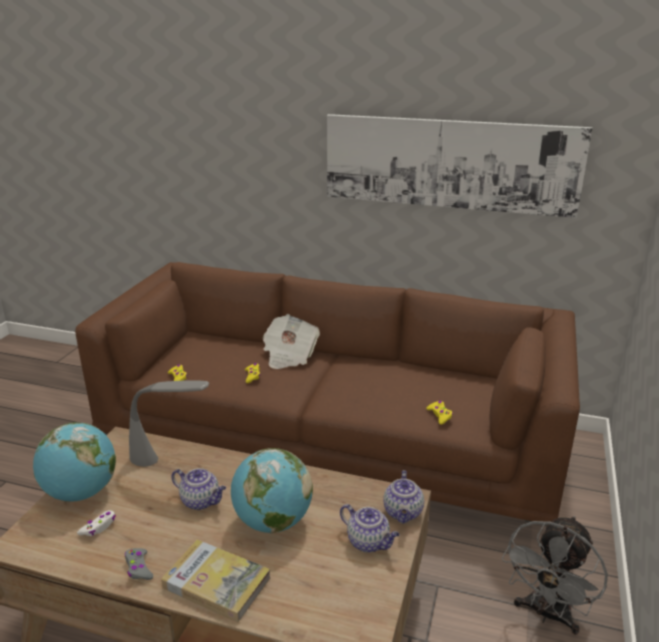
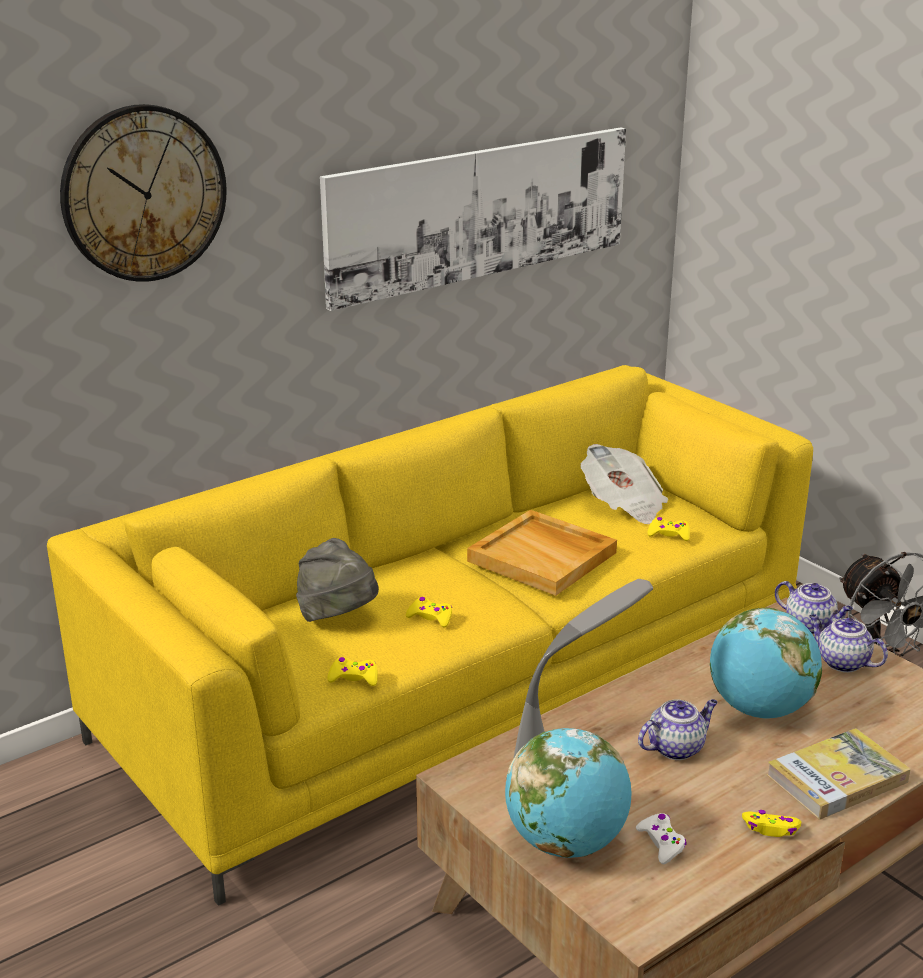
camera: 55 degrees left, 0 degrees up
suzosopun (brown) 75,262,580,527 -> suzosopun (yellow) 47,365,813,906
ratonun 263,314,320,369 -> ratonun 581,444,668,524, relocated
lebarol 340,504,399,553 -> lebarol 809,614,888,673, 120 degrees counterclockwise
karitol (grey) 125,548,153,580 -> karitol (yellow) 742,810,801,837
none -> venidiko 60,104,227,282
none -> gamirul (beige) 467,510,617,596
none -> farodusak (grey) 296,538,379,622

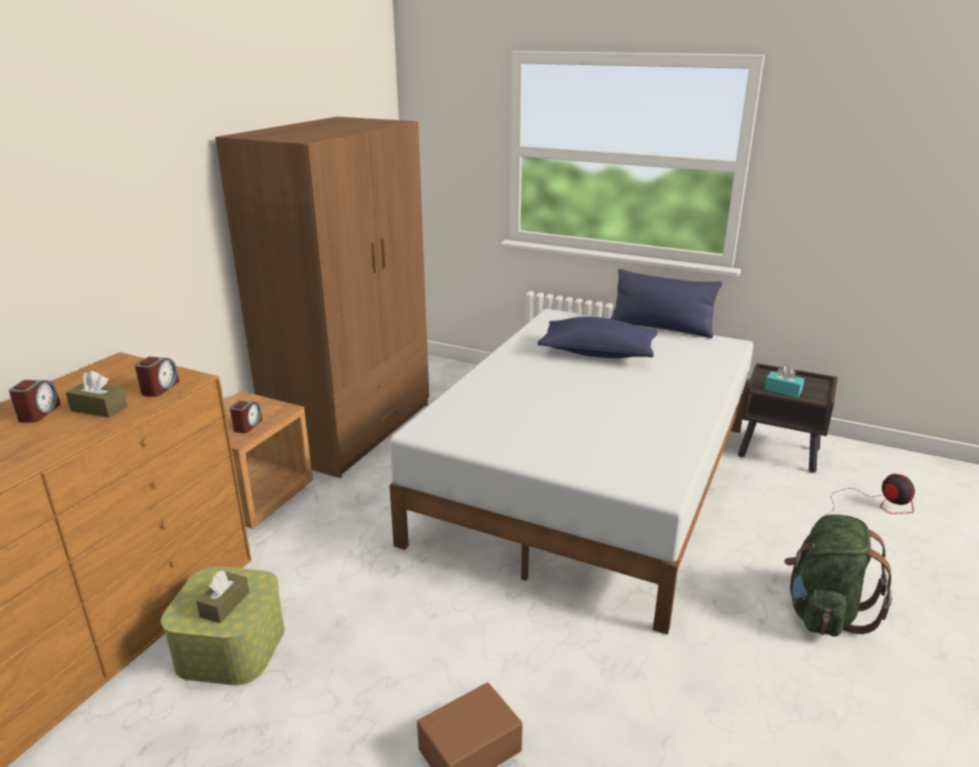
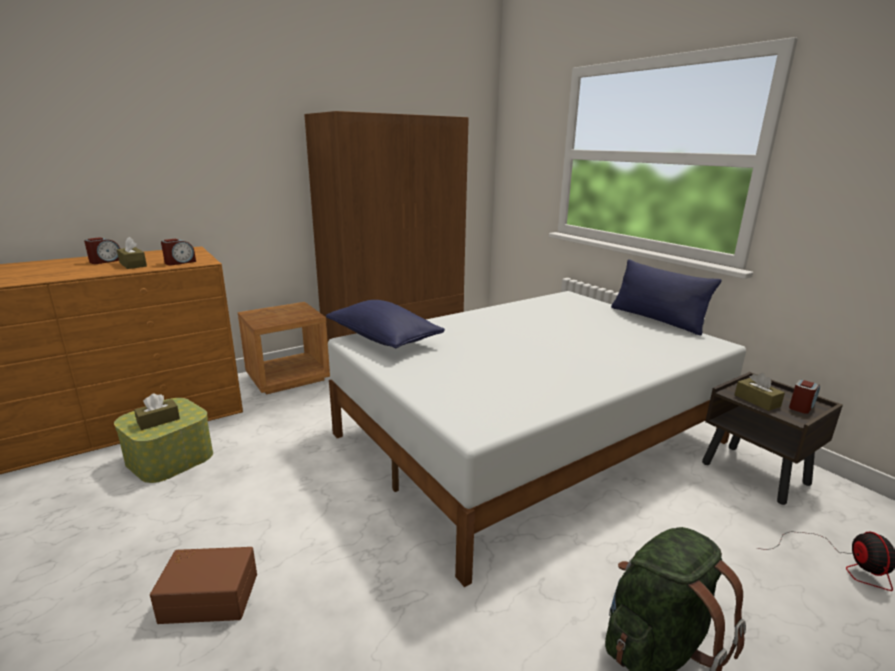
camera: 30 degrees right, 5 degrees down
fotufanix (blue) 538,317,658,358 -> fotufanix (blue) 326,300,445,349, relocated
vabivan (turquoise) 764,365,804,398 -> vabivan (brown) 735,373,785,411
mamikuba 230,400,262,433 -> mamikuba 789,379,820,414, relocated

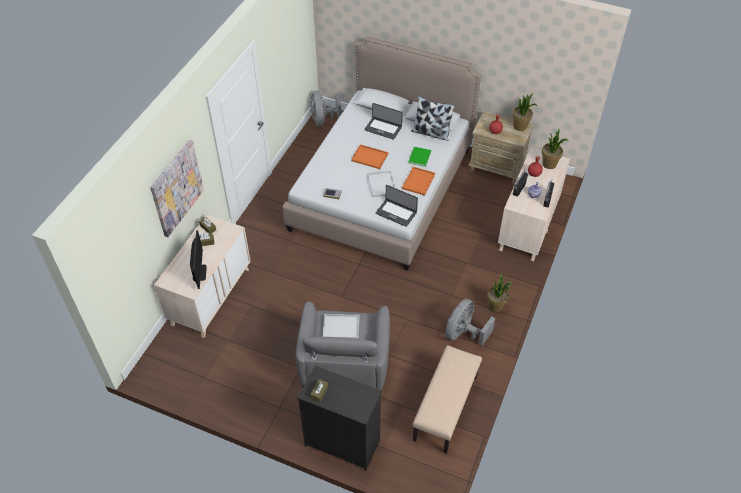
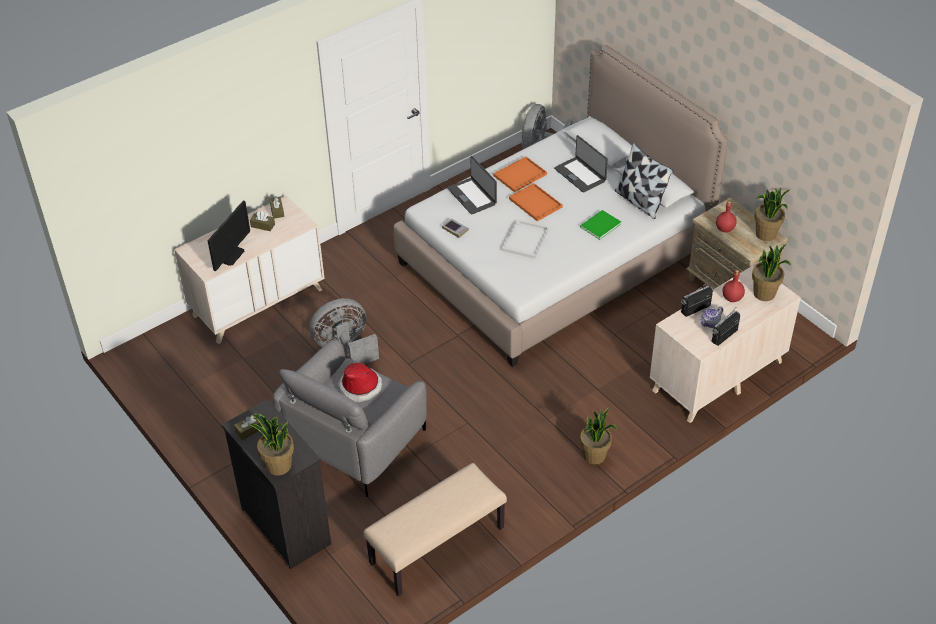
camera: 30 degrees right, 5 degrees down
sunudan 150,140,204,237 -> none
gamirul (orange) 402,167,435,196 -> gamirul (orange) 493,157,547,192, relocated
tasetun 375,185,418,227 -> tasetun 447,156,497,215, relocated
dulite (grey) 445,299,495,346 -> dulite (grey) 309,298,379,364, relocated
gamirul (white) 323,314,359,339 -> farodusak 338,363,382,402
none -> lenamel 247,414,294,476

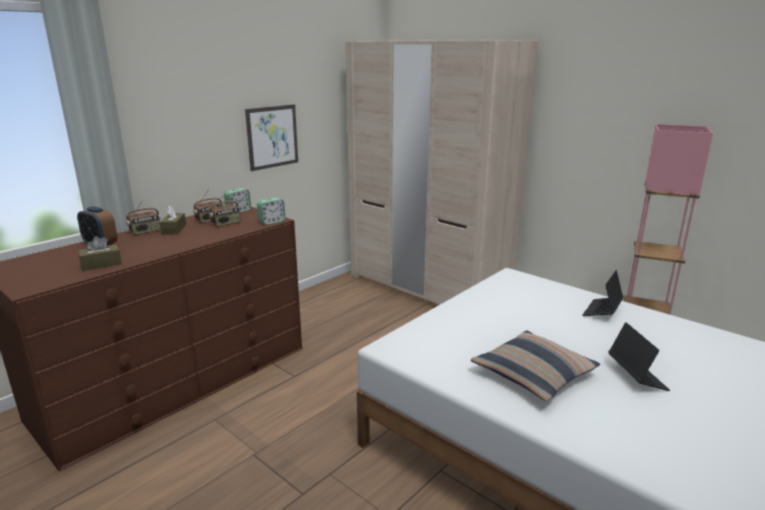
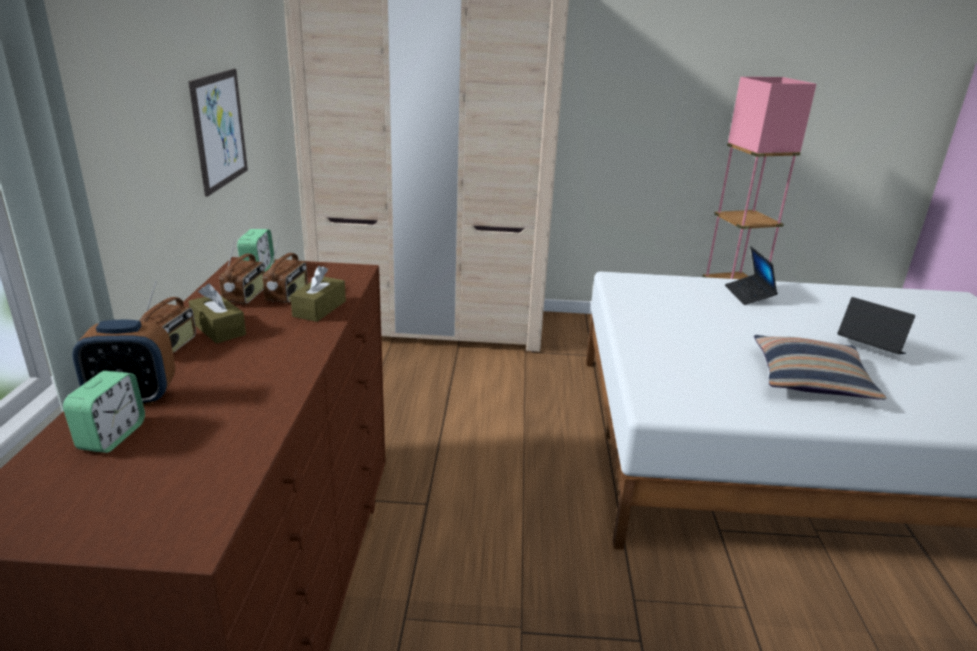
camera: 40 degrees left, 5 degrees up
mamikuba 257,198,285,225 -> mamikuba 63,371,145,453, relocated
vabivan (brown) 78,236,122,271 -> vabivan (brown) 290,266,346,322, relocated

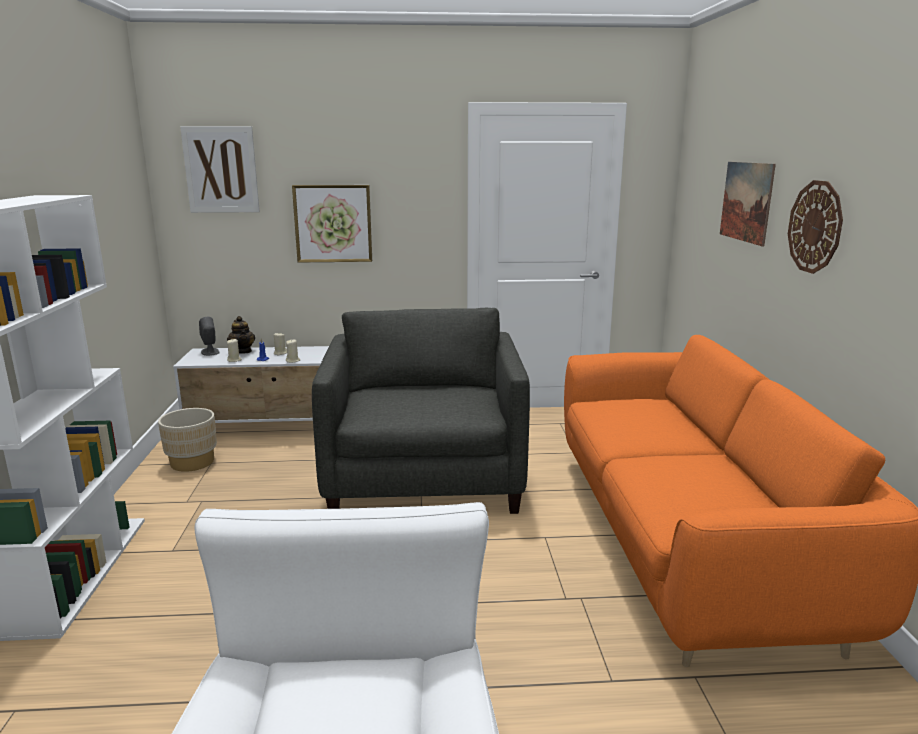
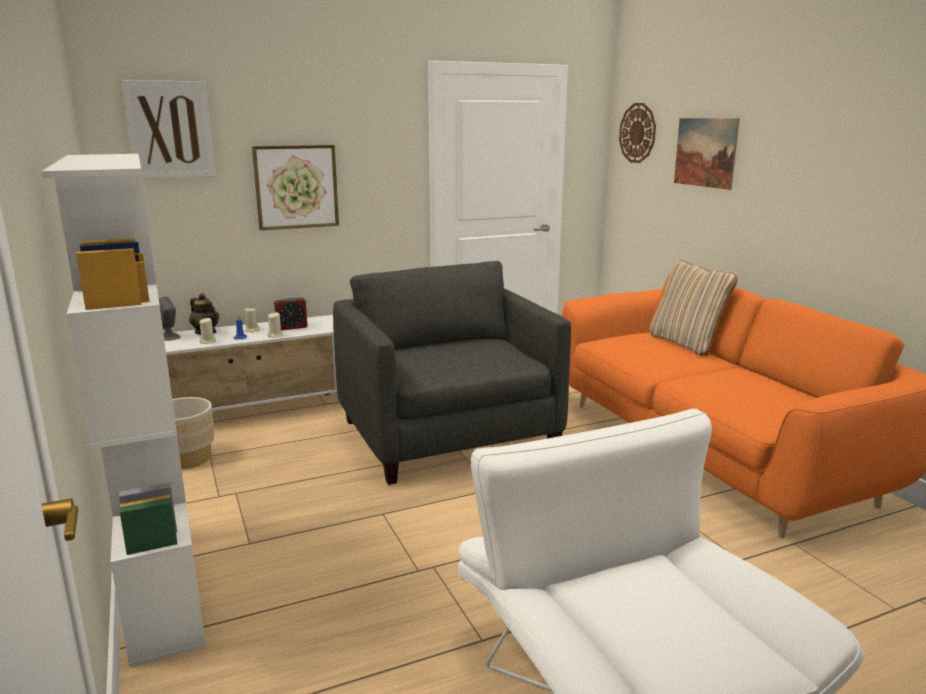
camera: 20 degrees left, 0 degrees up
venidiko 788,180,843,274 -> venidiko 619,103,656,163, relocated
none -> fotufanix (beige) 650,260,737,356
none -> mamikuba 274,296,307,330

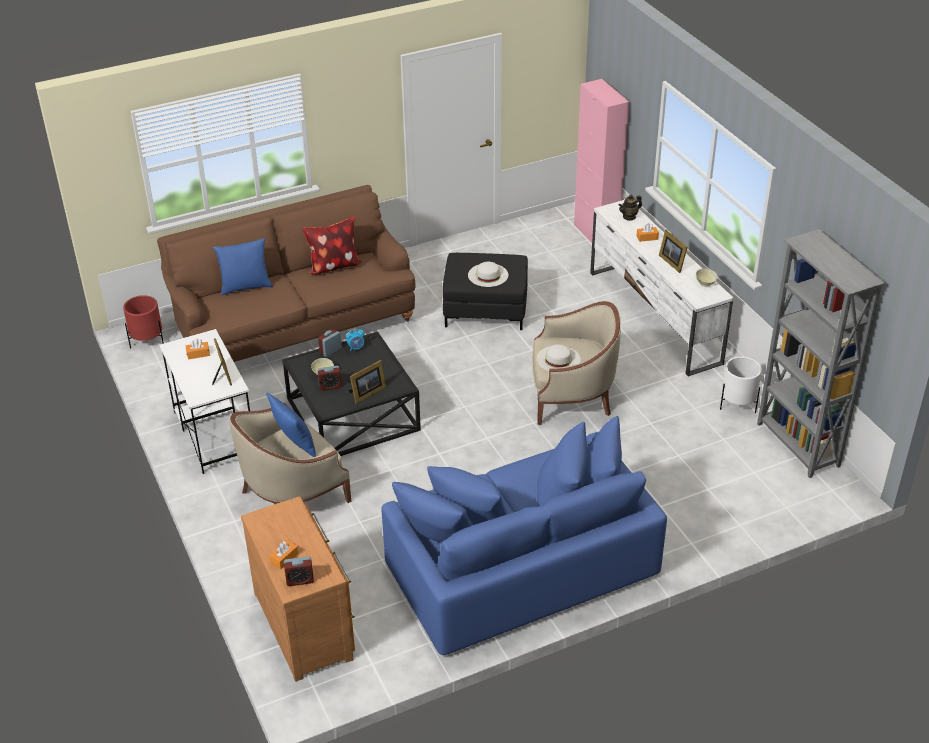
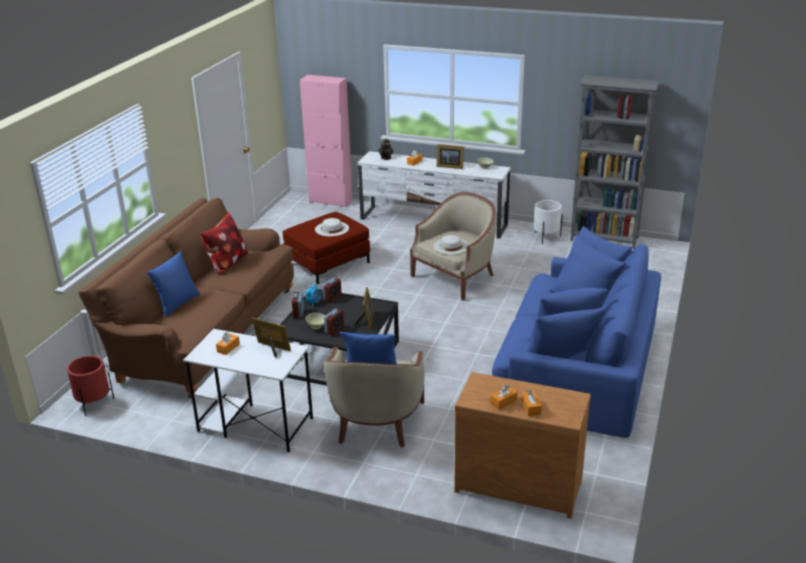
camera: 45 degrees left, 10 degrees down
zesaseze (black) 443,253,528,330 -> zesaseze (red) 283,212,370,284
mamikuba 284,556,314,586 -> mamikuba 322,278,342,303, relocated
none -> vabivan (orange) 490,385,517,410

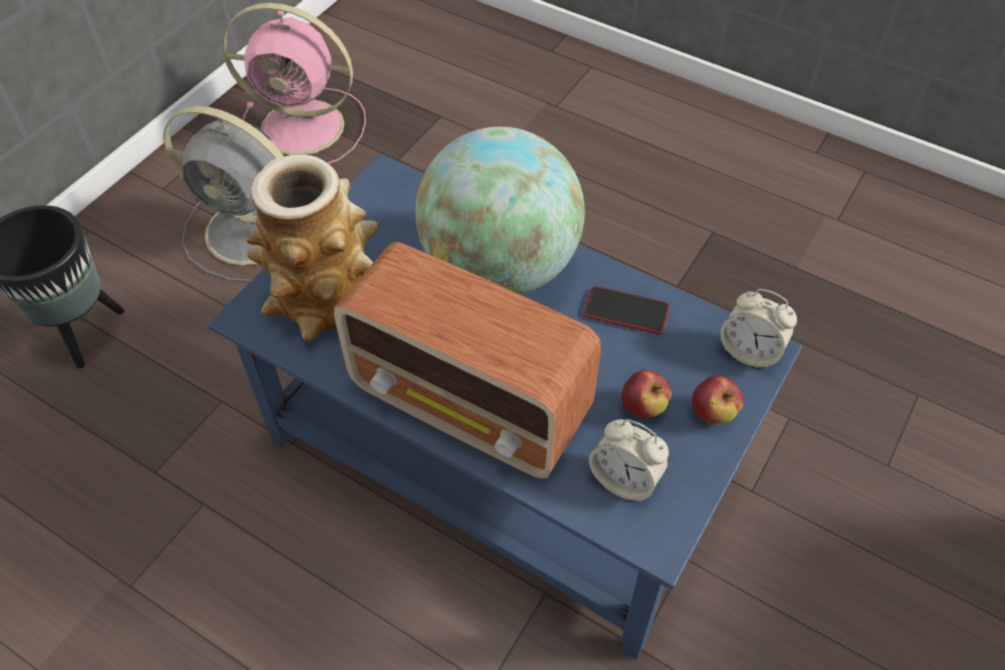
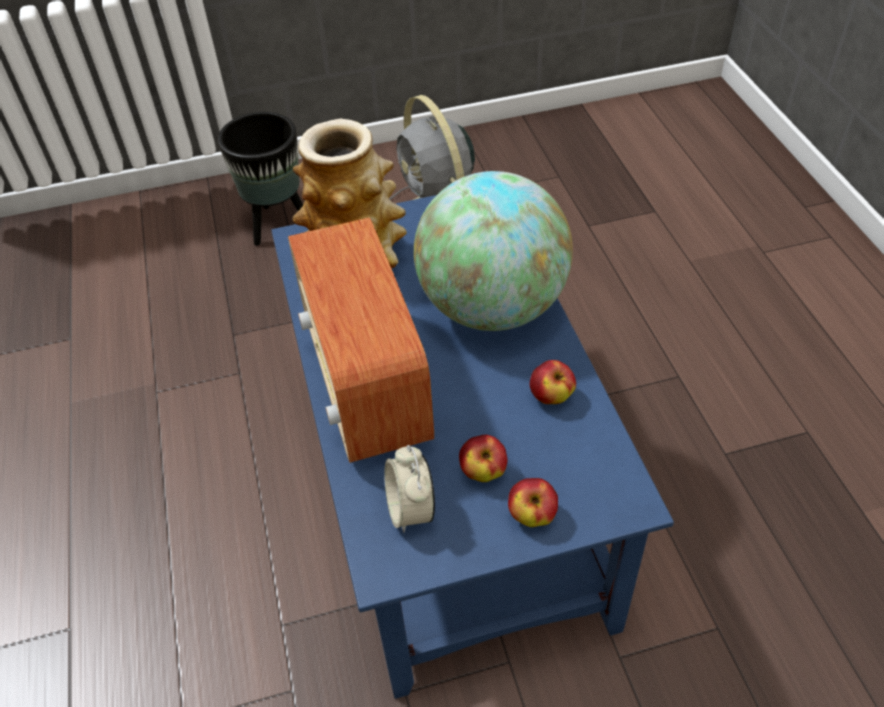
camera: 45 degrees right, 5 degrees down
dulite (pink) 222,3,366,164 -> none
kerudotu 583,286,670,334 -> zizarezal 530,360,576,404
mamikuba 720,289,797,369 -> none

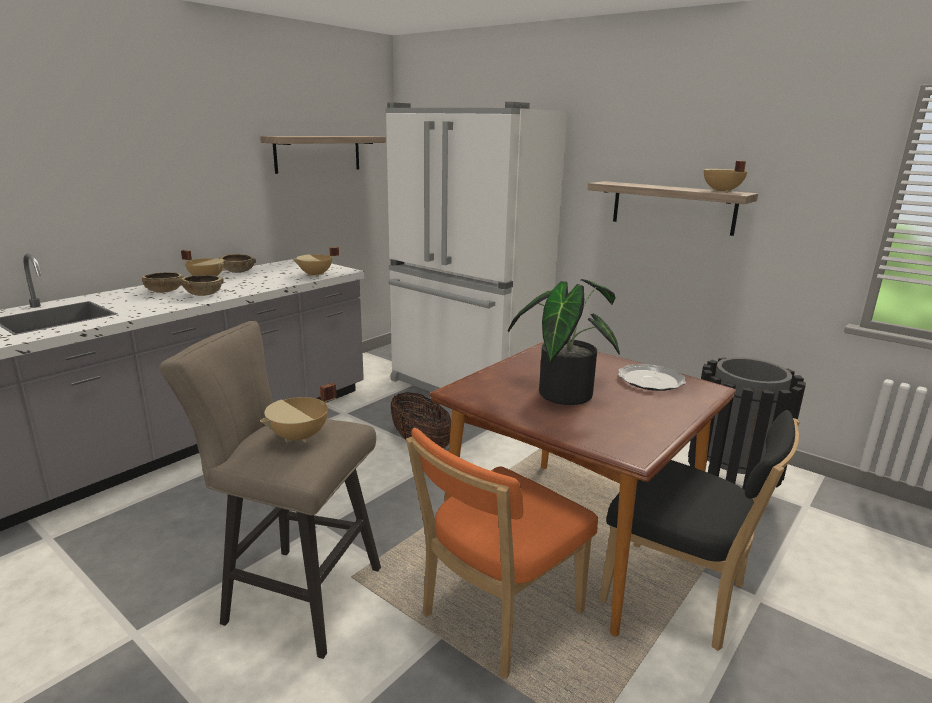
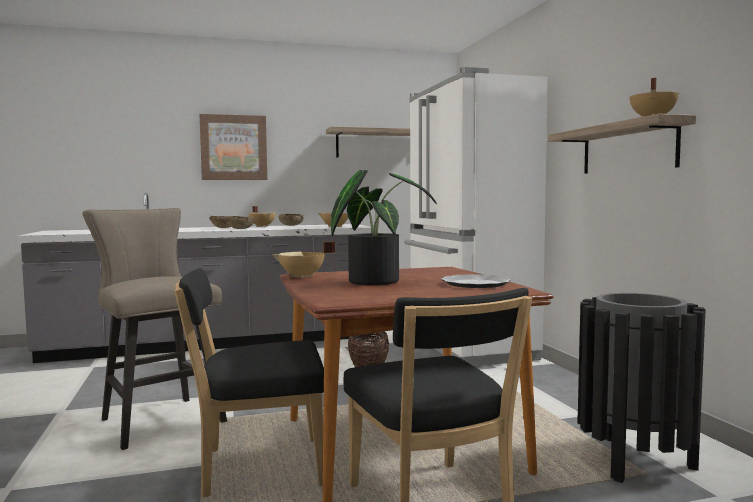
camera: 35 degrees right, 15 degrees down
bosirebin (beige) 260,383,337,443 -> bosirebin (beige) 272,242,335,278, relocated
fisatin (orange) 406,428,598,679 -> fisatin (black) 174,268,324,498
none -> sunudan 199,114,267,180

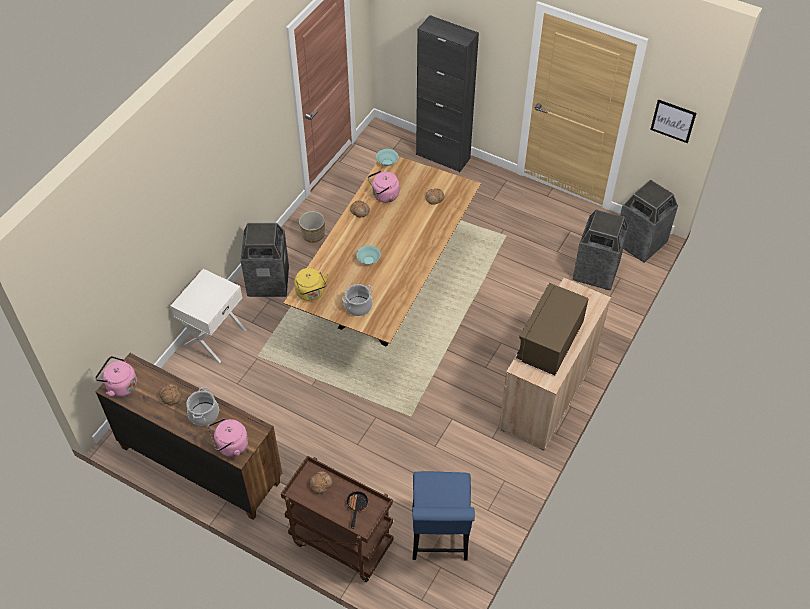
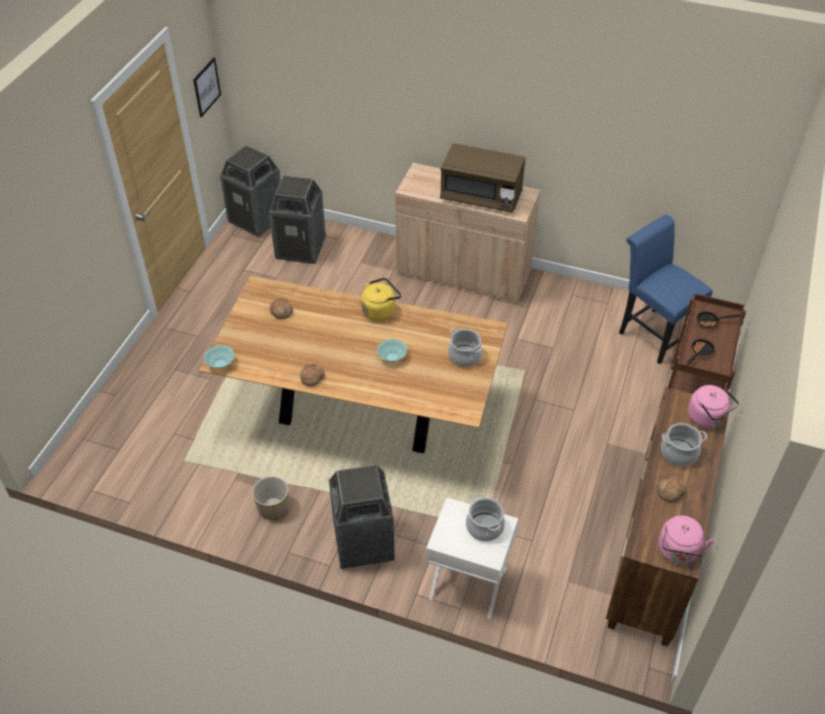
camera: 100 degrees left, 5 degrees down
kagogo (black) 416,15,479,172 -> none
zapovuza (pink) 368,170,399,203 -> none
zapovuza (yellow) 294,268,328,301 -> zapovuza (yellow) 361,278,401,321, relocated
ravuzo 310,471,333,494 -> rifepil 687,337,715,365
fisatin (blue) 412,471,475,560 -> fisatin (blue) 619,215,712,364, 120 degrees counterclockwise
none -> bosirebin 466,494,505,542

